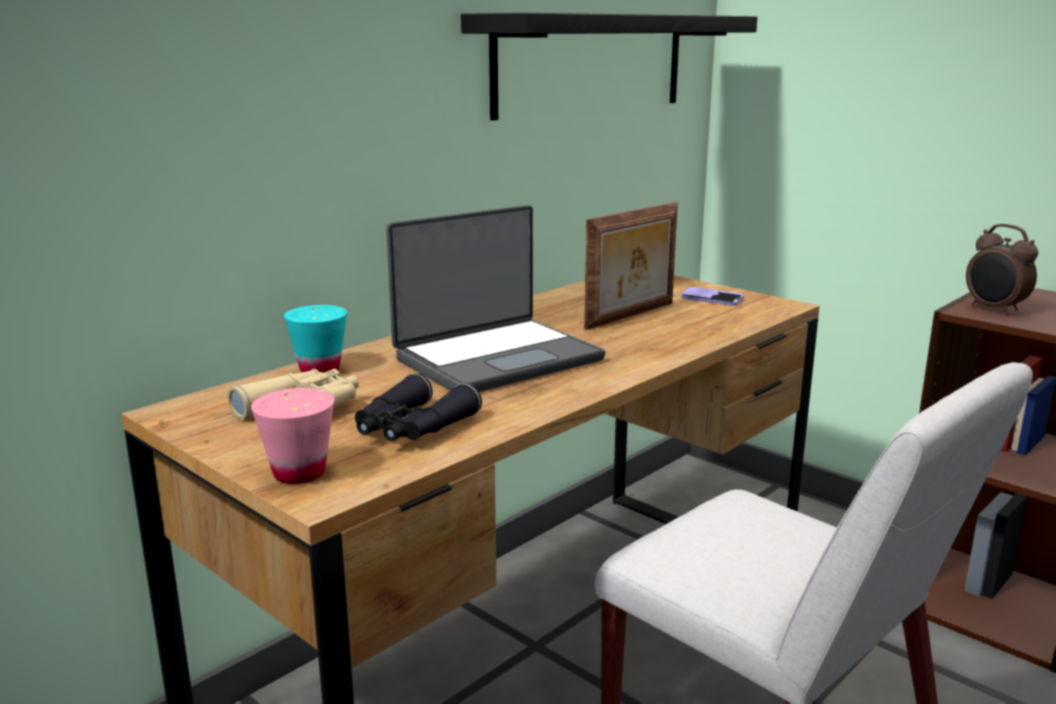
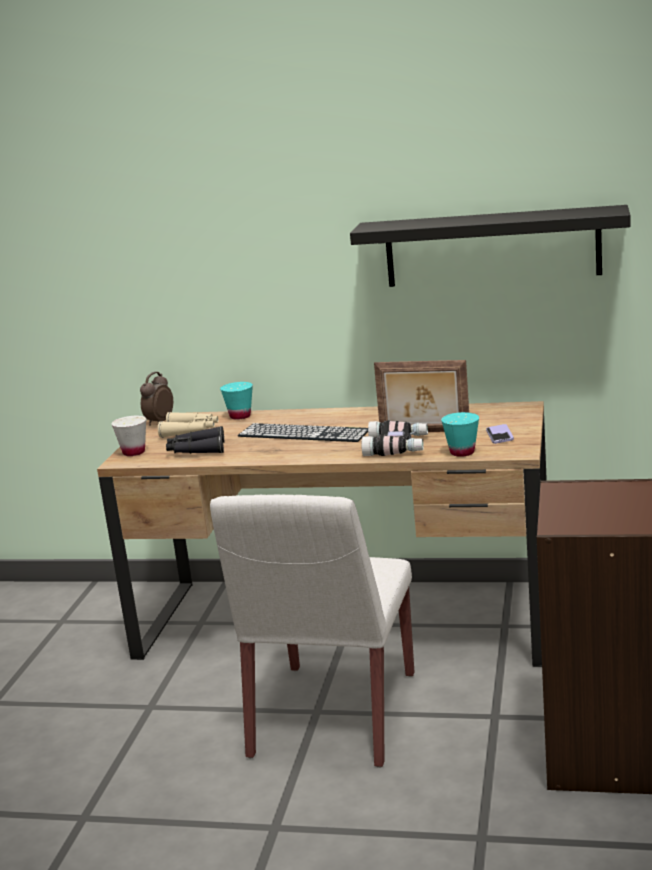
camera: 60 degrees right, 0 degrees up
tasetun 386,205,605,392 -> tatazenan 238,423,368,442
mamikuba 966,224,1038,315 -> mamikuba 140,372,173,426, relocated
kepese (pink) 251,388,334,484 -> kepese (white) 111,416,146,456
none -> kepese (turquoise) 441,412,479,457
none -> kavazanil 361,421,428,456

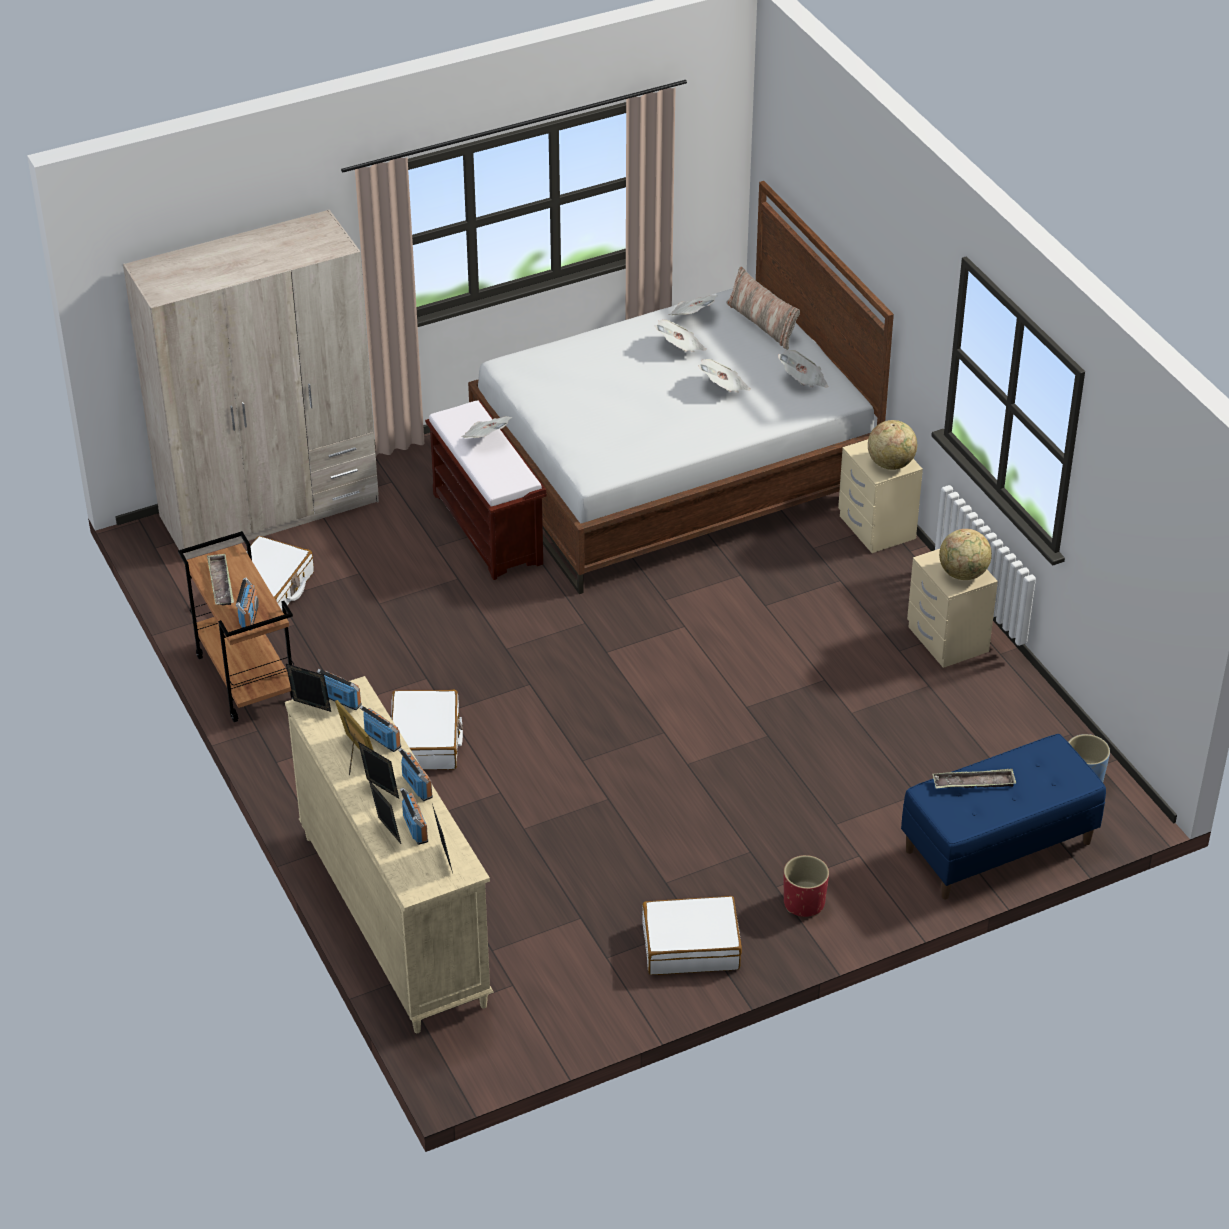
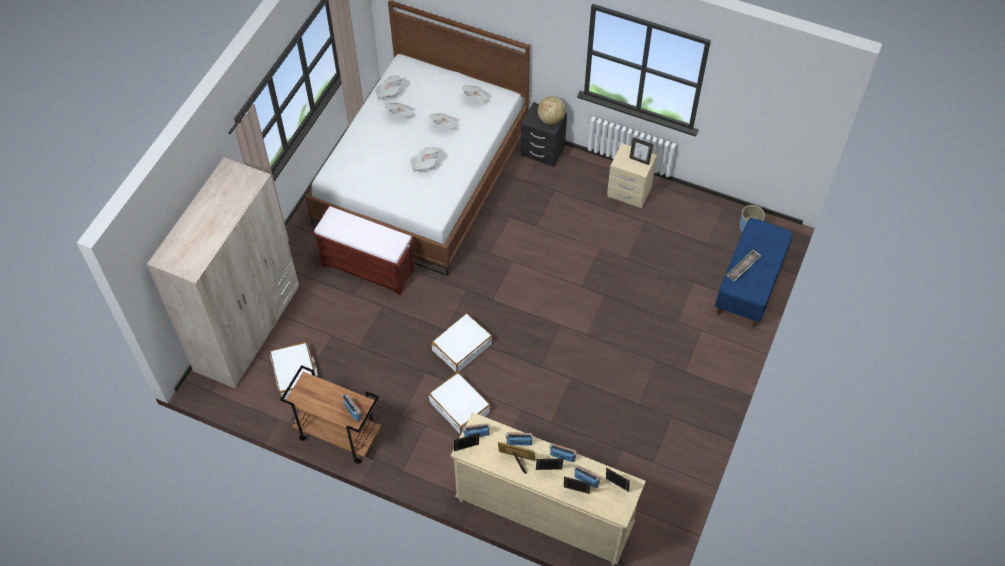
camera: 40 degrees left, 15 degrees up
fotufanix 727,266,800,350 -> none
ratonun 461,416,512,438 -> ratonun 410,146,440,171, relocated
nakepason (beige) 838,439,923,553 -> nakepason (black) 521,102,567,167
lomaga 939,529,992,580 -> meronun 629,137,653,165
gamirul 207,554,234,606 -> none
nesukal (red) 784,855,829,917 -> none
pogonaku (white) 642,896,742,975 -> pogonaku (white) 431,313,492,373, relocated

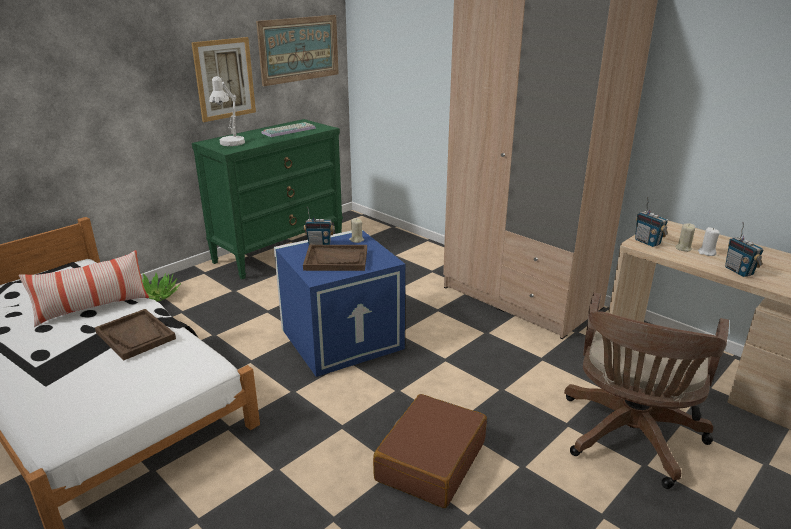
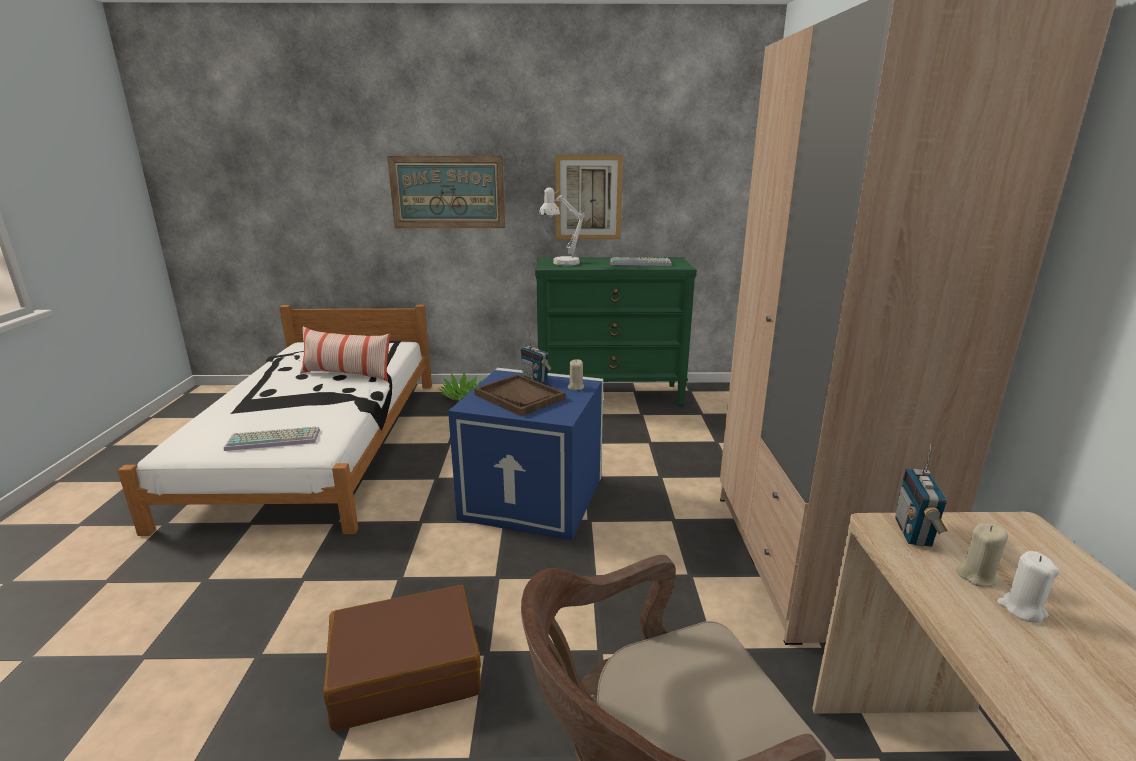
camera: 45 degrees right, 5 degrees down
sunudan 256,15,339,86 -> sunudan 387,156,506,228, relocated
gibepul 725,222,763,277 -> none
gamirul (brown) 95,309,176,360 -> none
none -> tatazenan 224,426,320,451

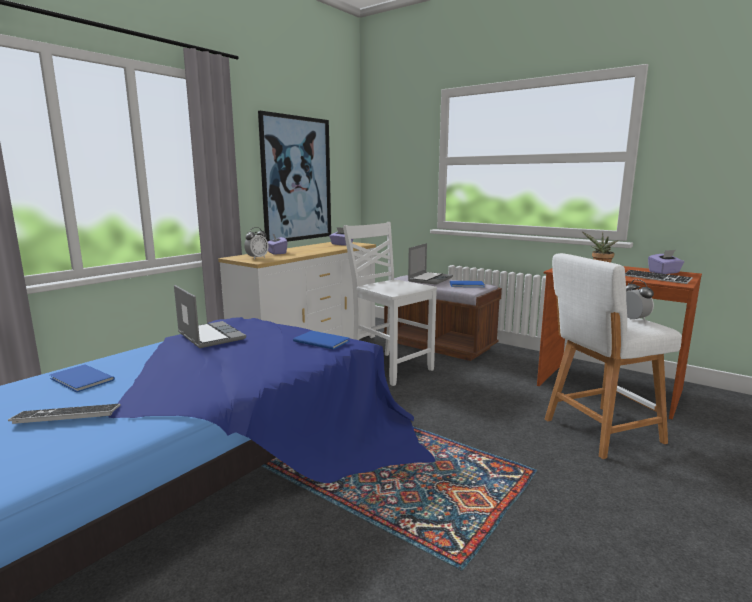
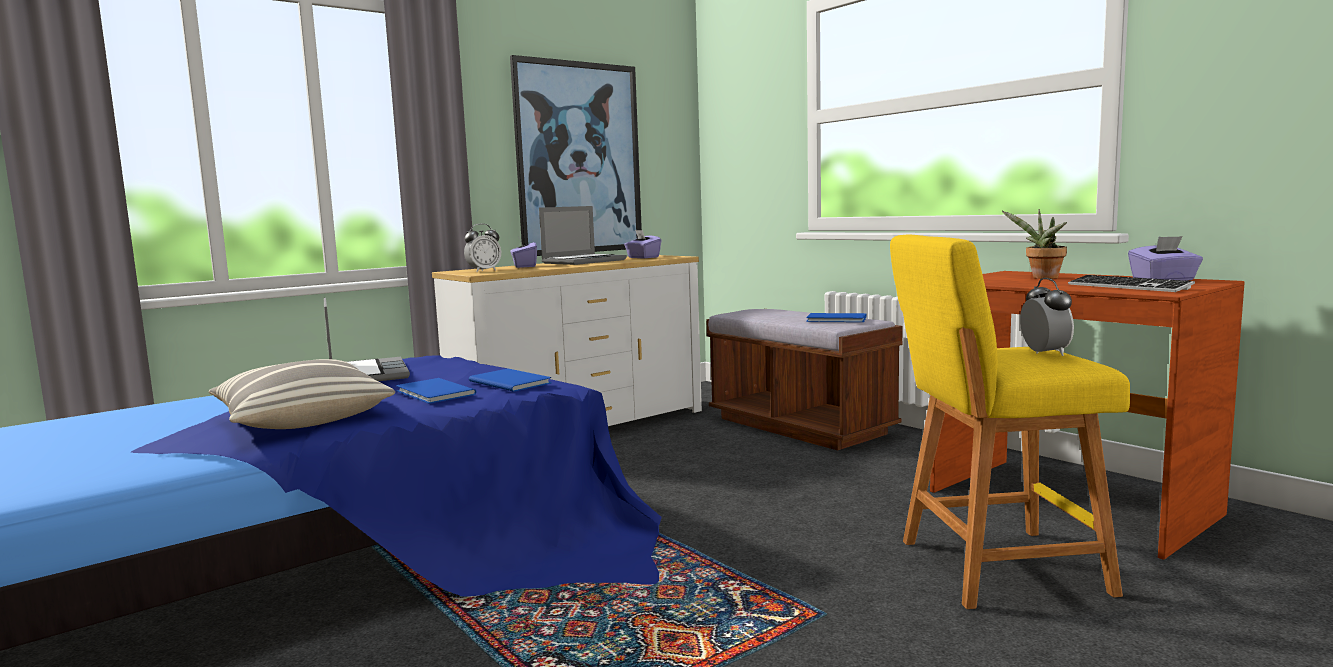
camera: 15 degrees right, 5 degrees down
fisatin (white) 343,222,437,386 -> none
tasetun 408,243,453,285 -> tasetun 539,206,627,265, relocated
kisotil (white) 545,253,682,459 -> kisotil (yellow) 890,234,1130,609
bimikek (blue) 50,364,115,392 -> bimikek (blue) 396,378,477,404, relocated
tatazenan 8,404,121,424 -> none
none -> fotufanix 209,359,395,429

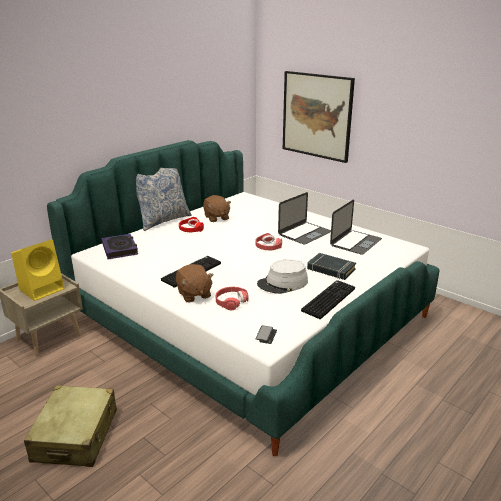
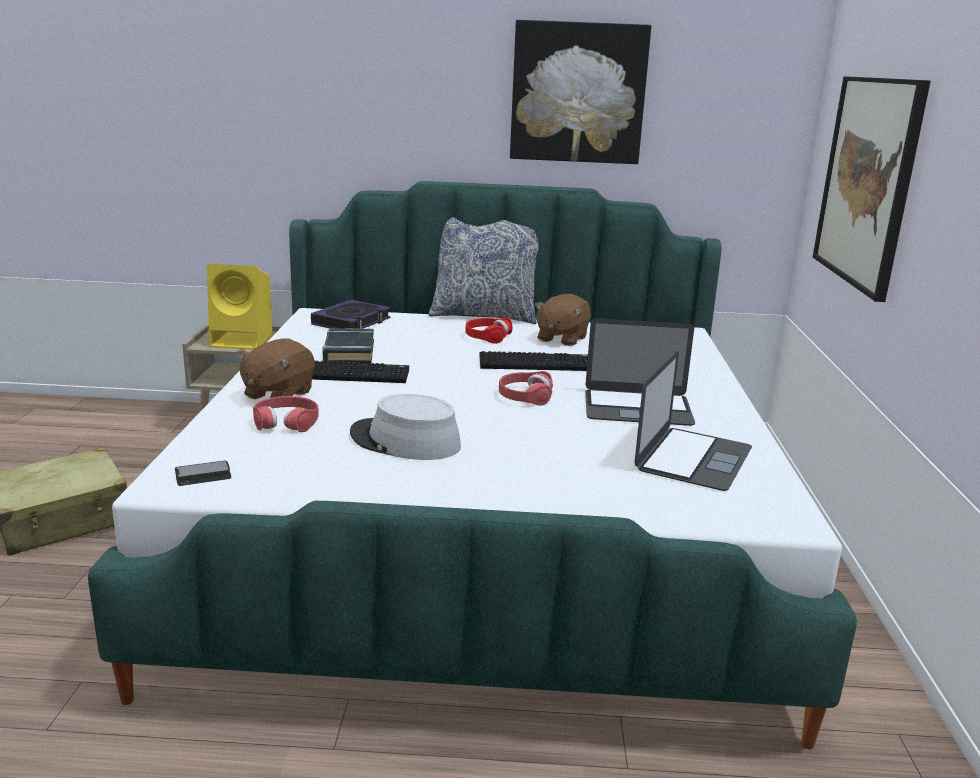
camera: 50 degrees right, 5 degrees down
tasetun 330,200,382,255 -> tasetun 635,351,752,491, 60 degrees counterclockwise
bimikek (black) 307,253,356,280 -> bimikek (black) 322,328,374,364, relocated
tatazenan 301,280,355,319 -> tatazenan 479,351,588,371, relocated
none -> sunudan 510,20,651,164

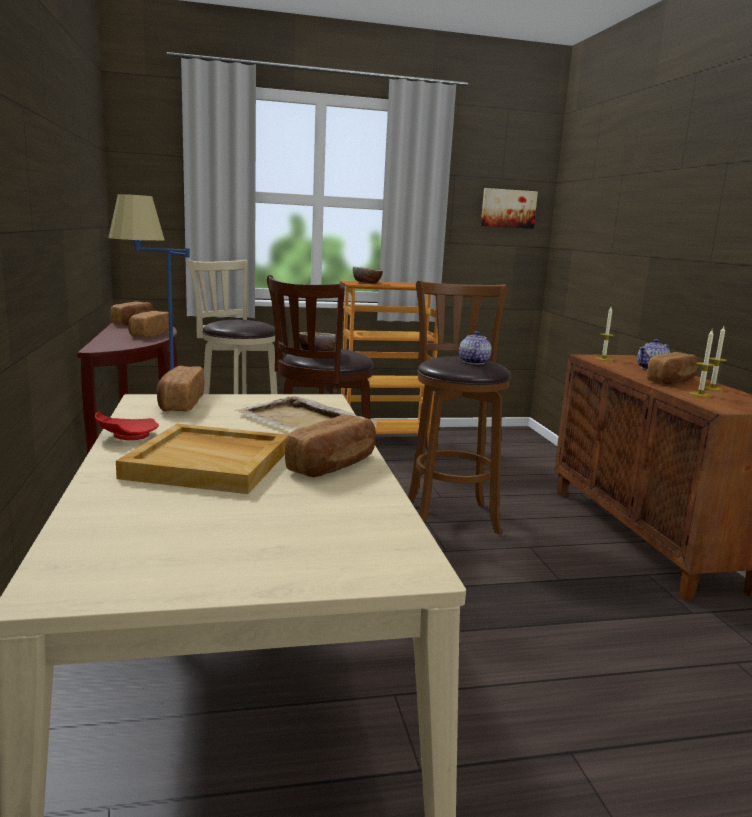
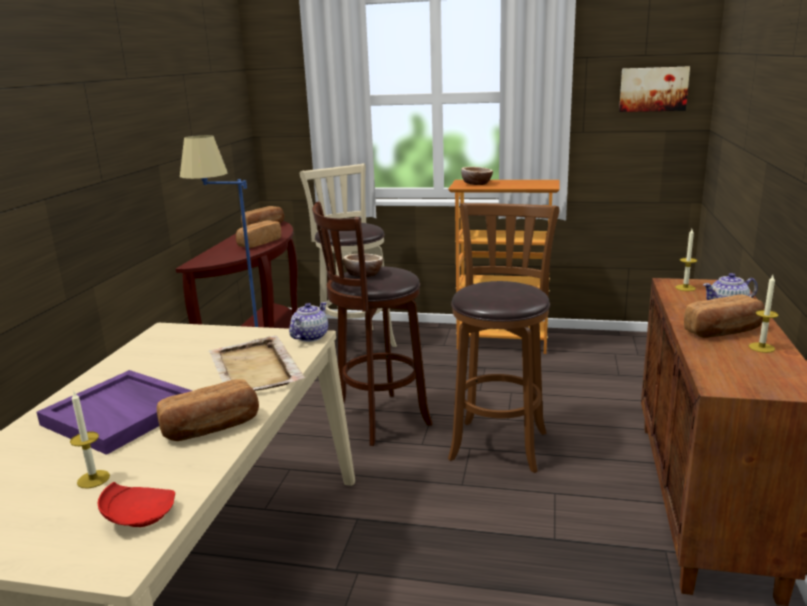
camera: 25 degrees right, 5 degrees up
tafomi 689,330,715,397 -> tafomi 70,390,110,488, relocated
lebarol 459,331,492,364 -> lebarol 289,302,328,342, relocated
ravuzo 156,366,205,412 -> none
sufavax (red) 95,411,159,440 -> sufavax (red) 98,482,175,527, relocated
gamirul (beige) 116,424,287,494 -> gamirul (purple) 37,370,192,455

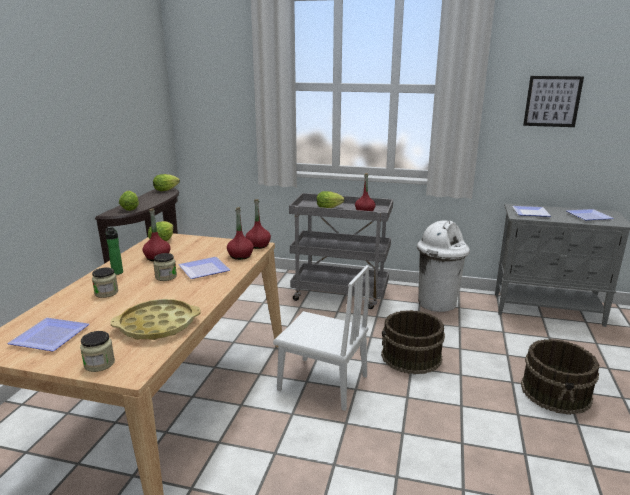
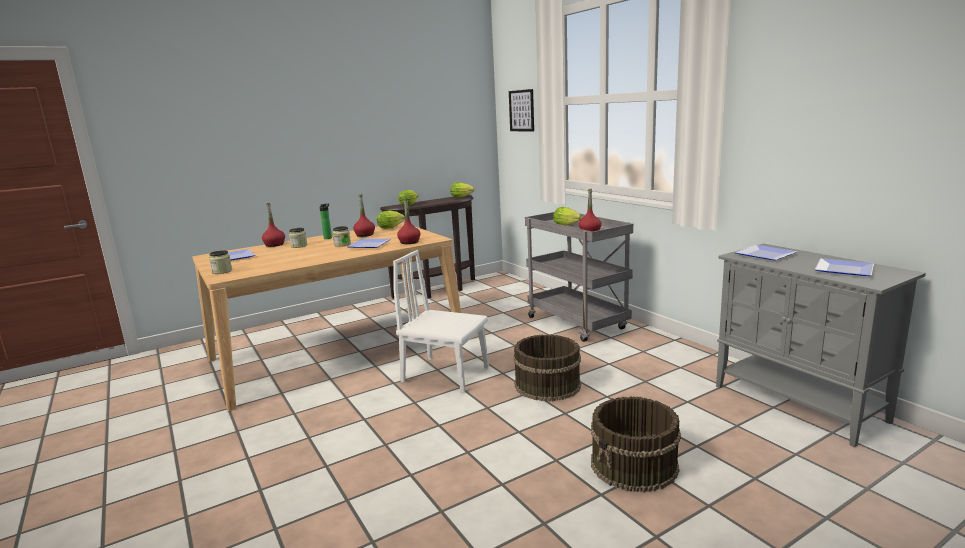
camera: 45 degrees right, 5 degrees down
sunudan 523,76,584,127 -> sunudan 509,89,534,132, relocated
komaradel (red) 245,199,271,249 -> komaradel (red) 262,203,285,247, relocated
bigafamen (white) 417,221,470,312 -> none
fisatin (white) 273,265,370,411 -> fisatin (white) 393,250,489,393, 135 degrees clockwise
gamirul (yellow) 110,299,201,340 -> none

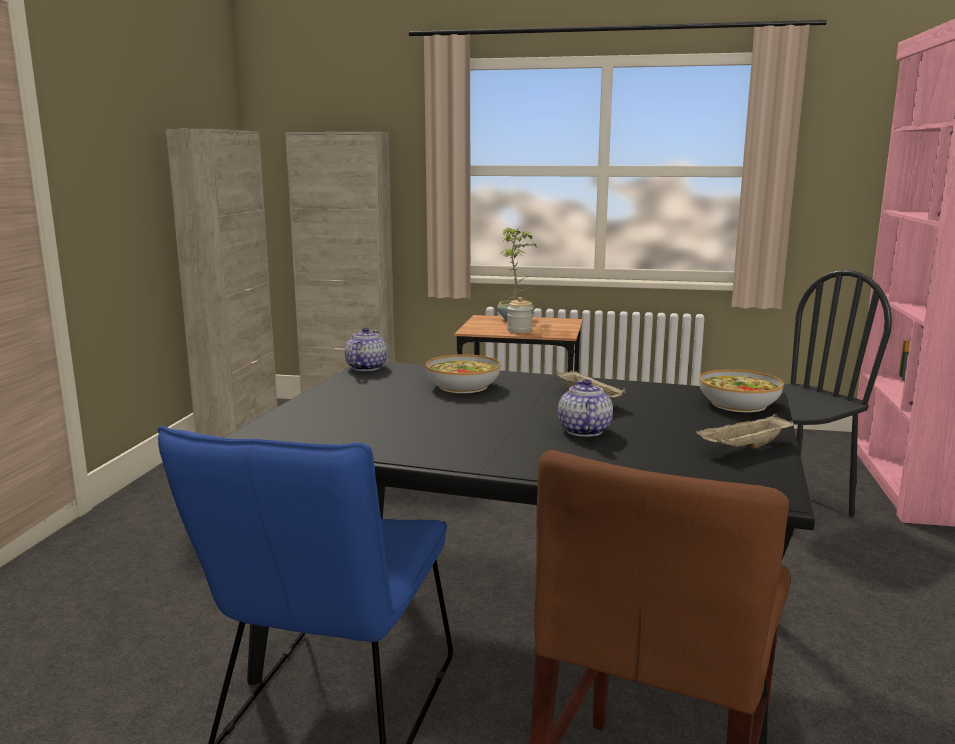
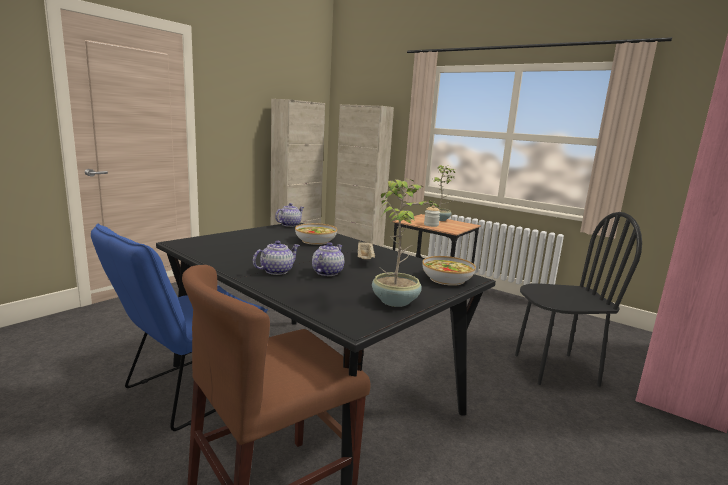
camera: 25 degrees right, 0 degrees up
gamirul (beige) 696,414,794,449 -> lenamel 372,179,440,307
none -> lebarol 253,240,300,275

